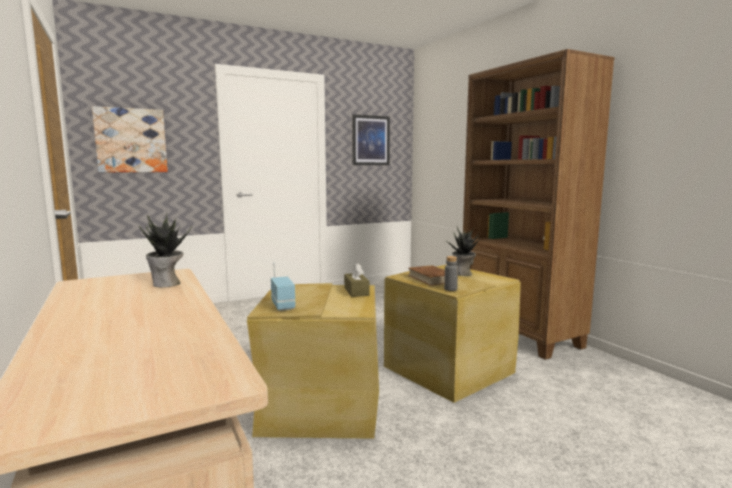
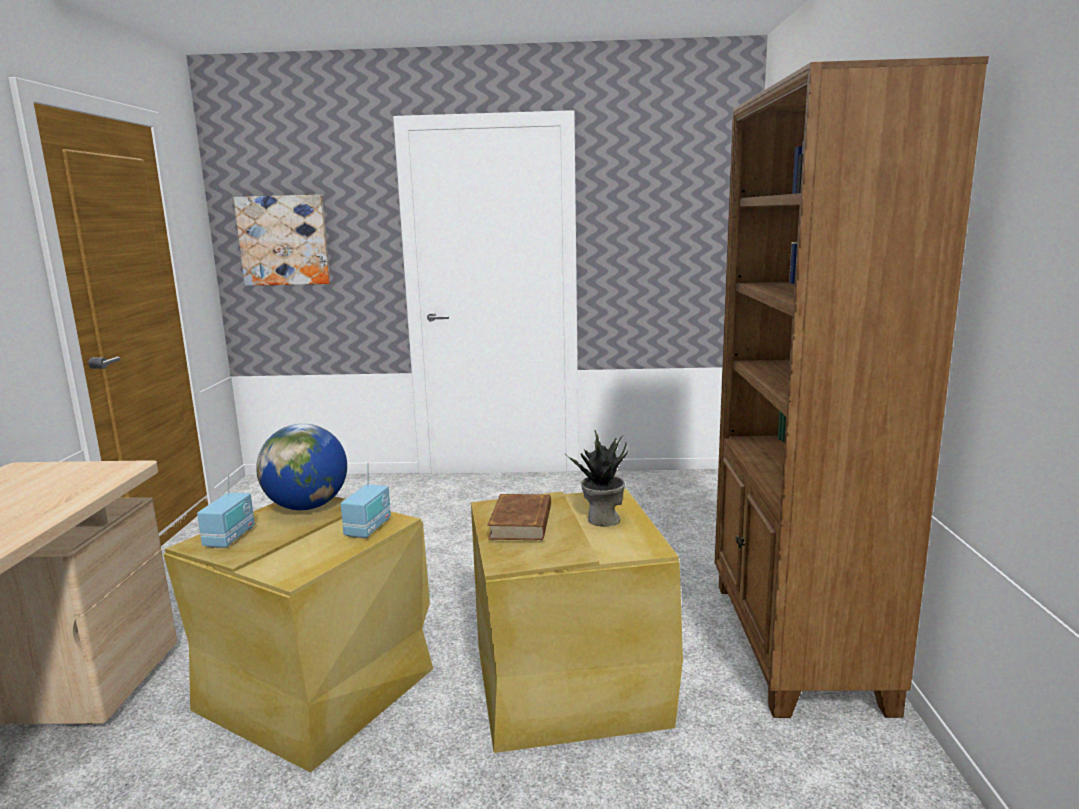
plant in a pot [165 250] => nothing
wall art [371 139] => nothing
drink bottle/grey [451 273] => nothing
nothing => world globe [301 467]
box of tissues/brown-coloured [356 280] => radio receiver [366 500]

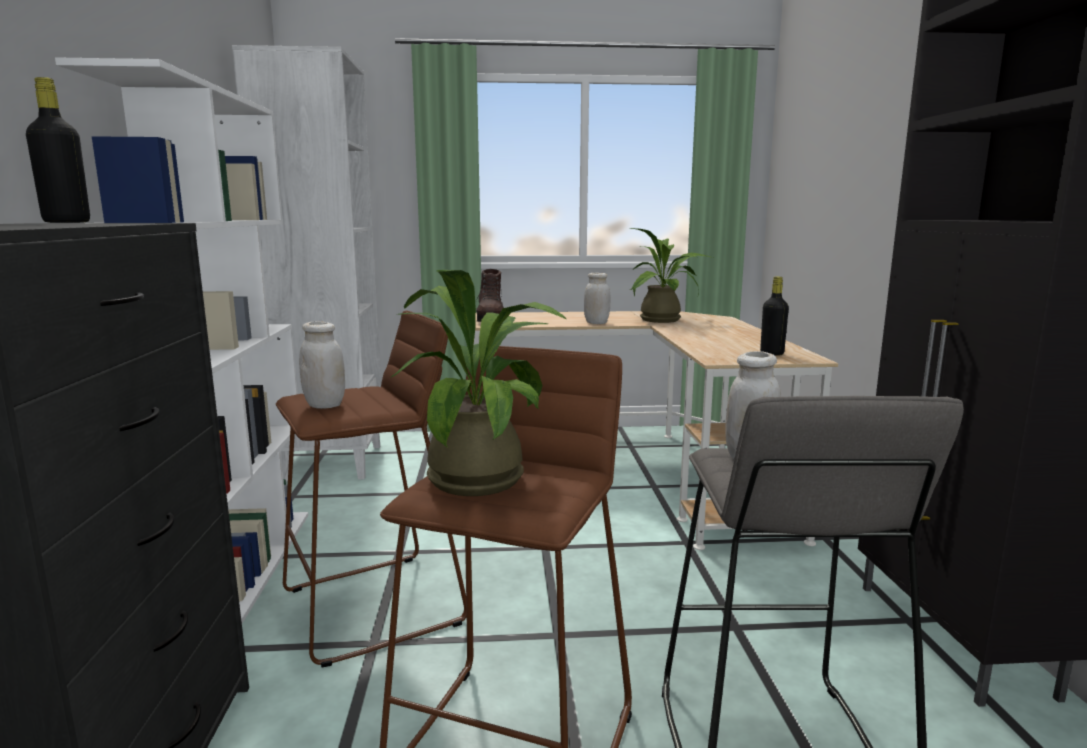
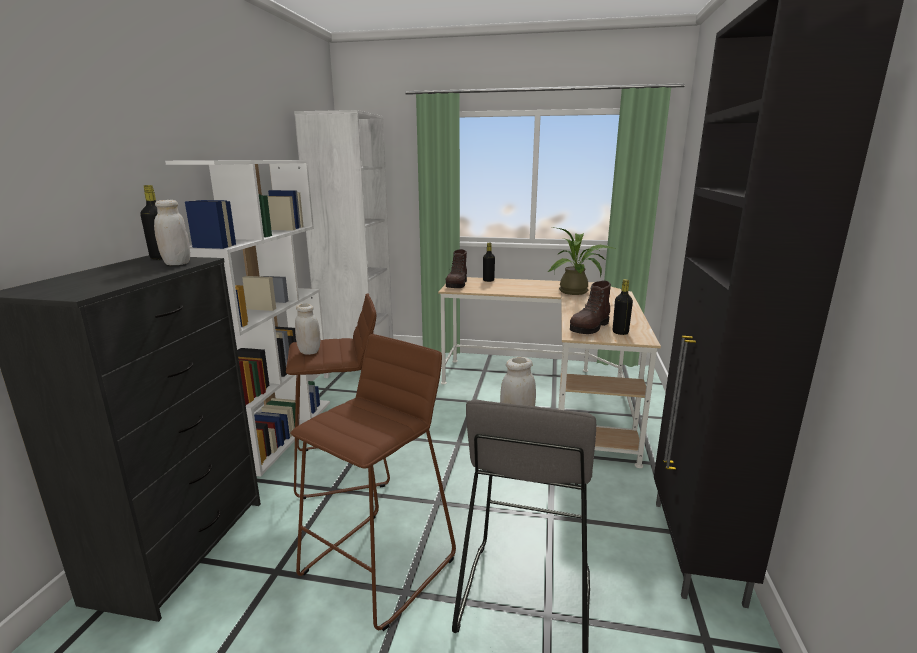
plant in a pot [479 383] => nothing
nothing => drink bottle/black-coloured [489 262]
nothing => tall boot/brown-coloured [590 307]
storage jar/white-coloured [597 298] => storage jar/white-coloured [172 232], relocated

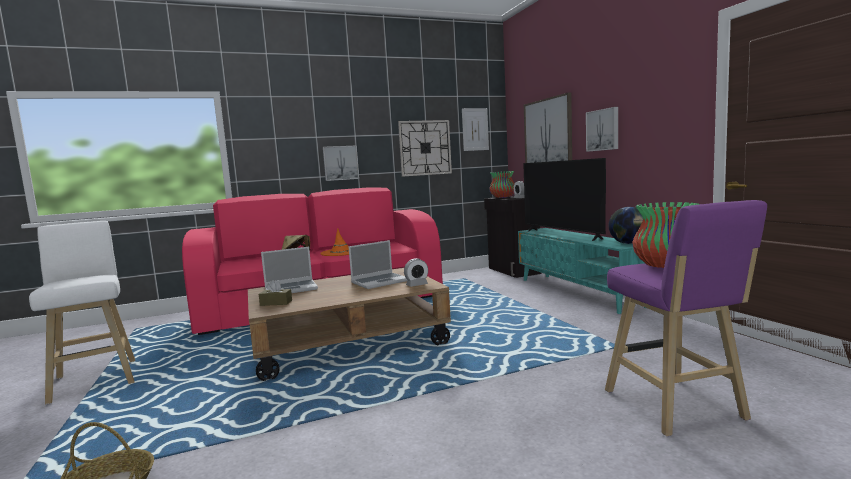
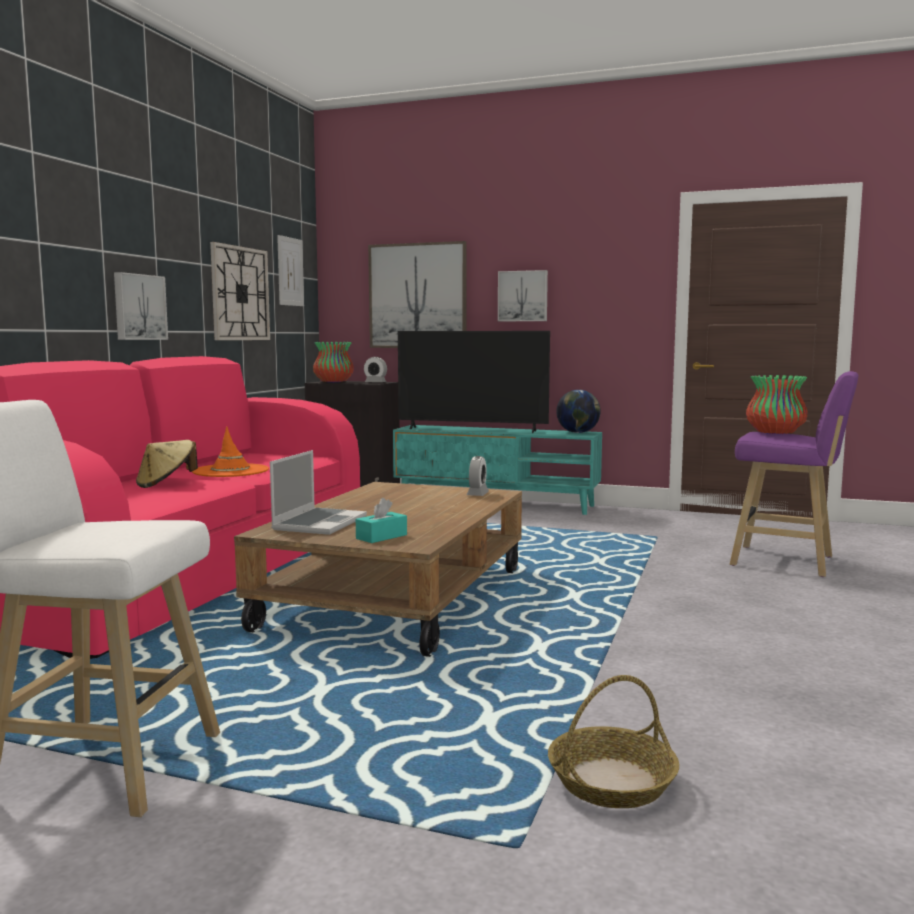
laptop [377 264] => nothing
box of tissues/brown-coloured [275 293] => box of tissues/turquoise [381 520]

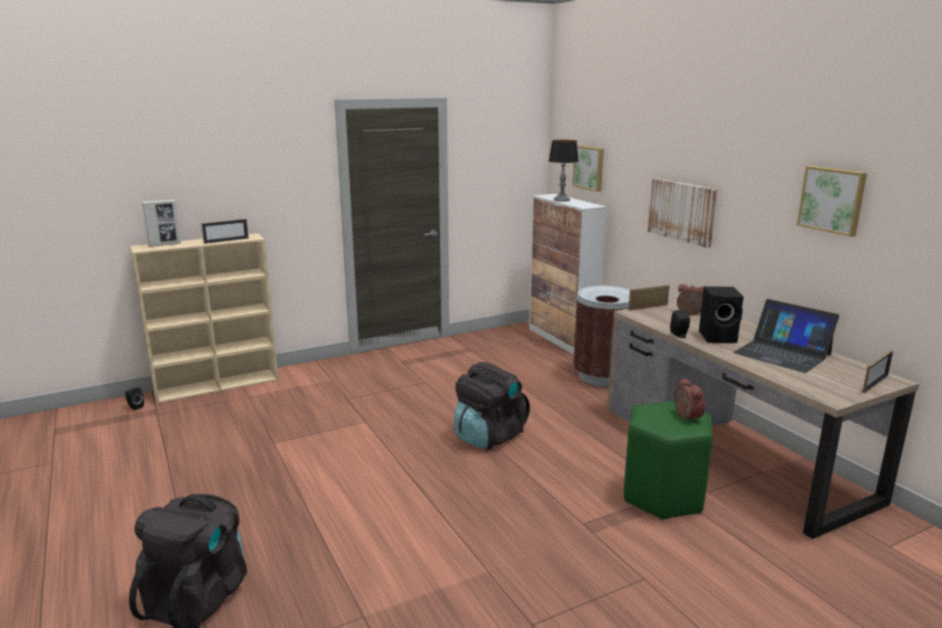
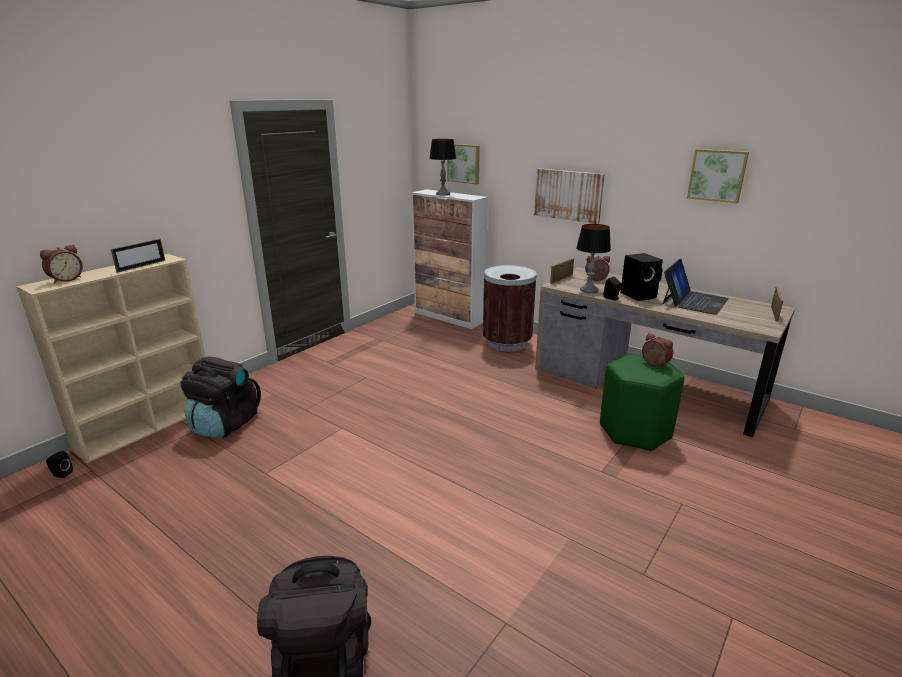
nothing => lamp for a table [593 258]
backpack/black-coloured [492 405] => backpack/black-coloured [220 397], relocated
photo frame [161 223] => bedside clock [61 264]
laptop [786 336] => laptop [696 287], 75 degrees counterclockwise

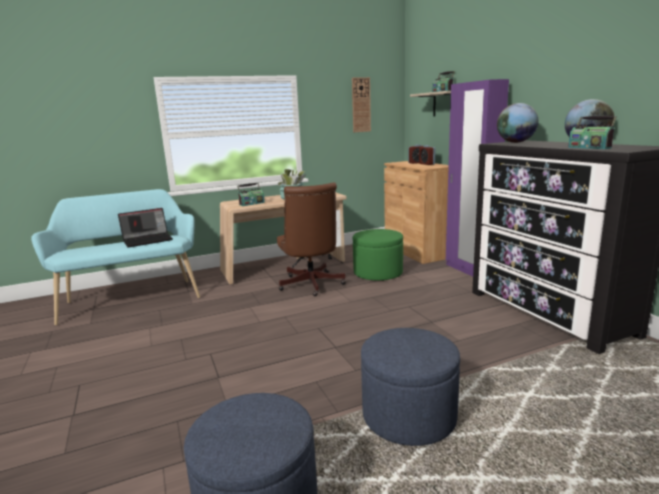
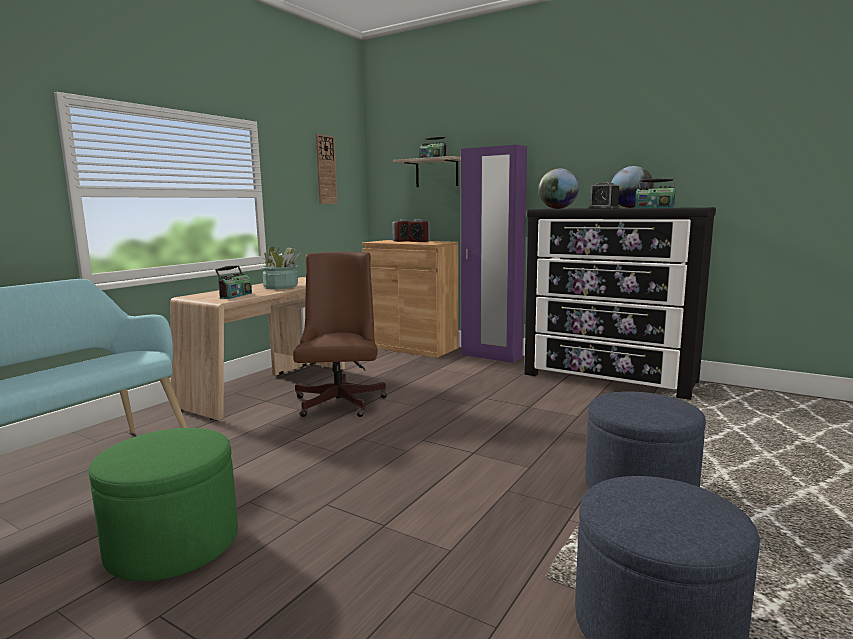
laptop [145 227] => nothing
nothing => bedside clock [603 195]
pouffe/green-coloured [378 255] => pouffe/green-coloured [163 504], relocated
computer chair/brown-coloured [311 239] => computer chair/brown-coloured [340 334], 135 degrees counterclockwise

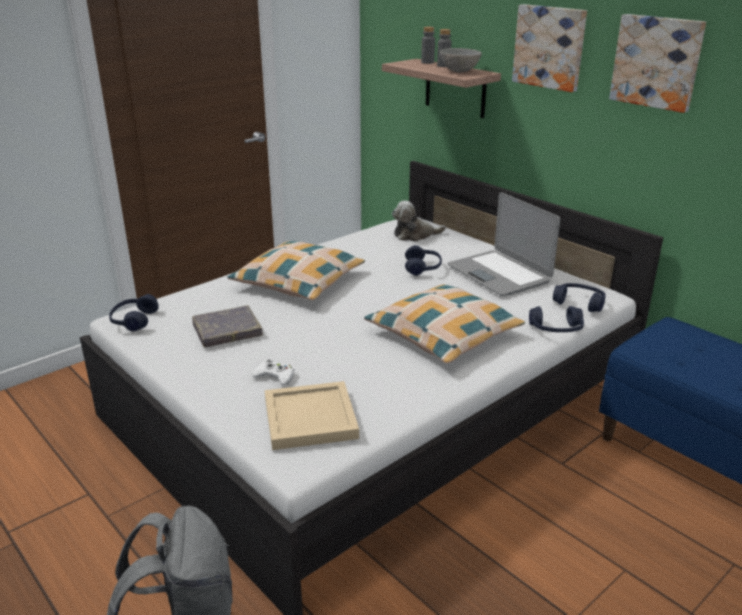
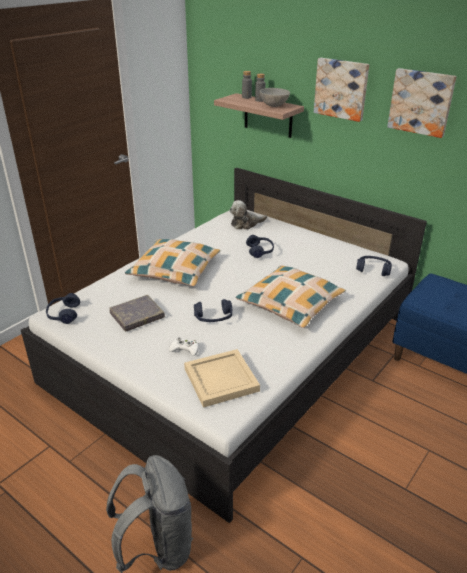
laptop [503 244] => nothing
pair of headphones/bluish [556 319] => pair of headphones/bluish [213 310], relocated

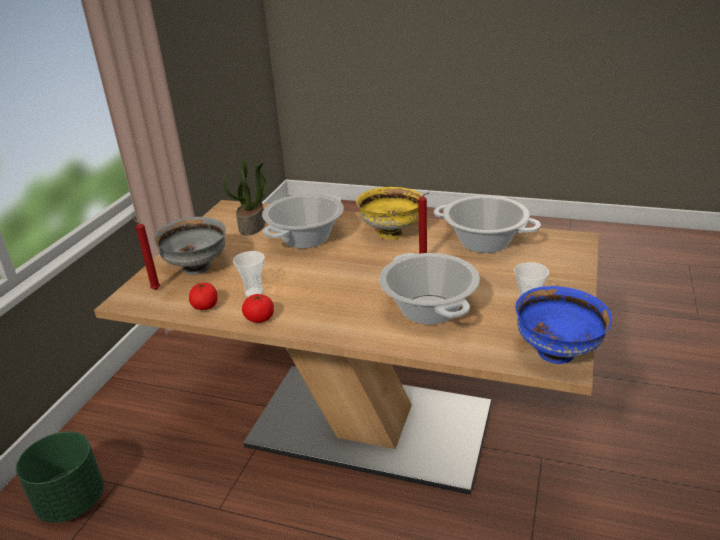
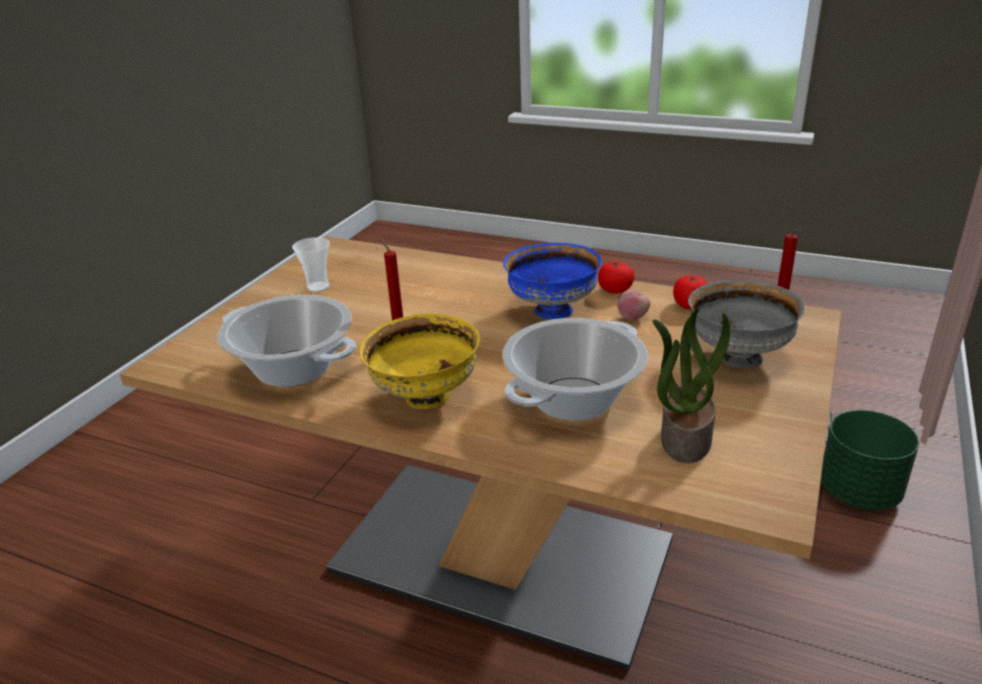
cooking pot [429 289] => nothing
serving bowl/bluish [563 325] => serving bowl/bluish [552 281], relocated
small cup [249 274] => whole apple [633 304]

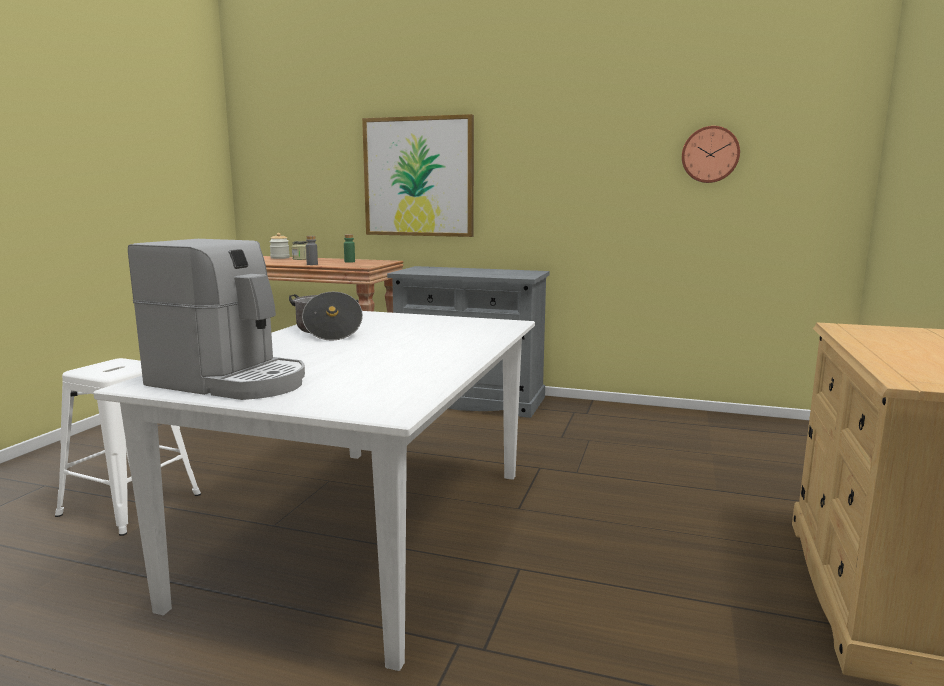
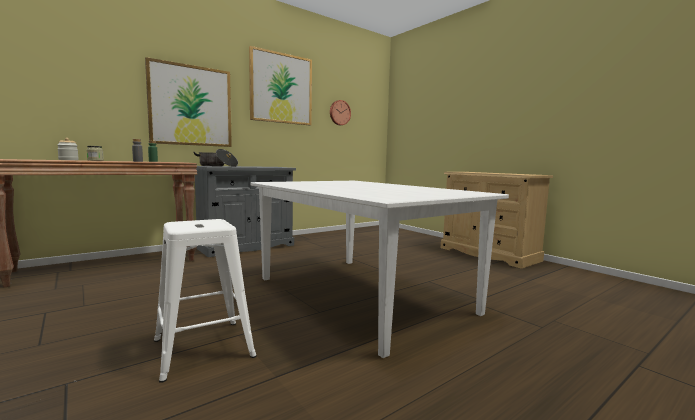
coffee maker [216 319] => nothing
nothing => wall art [280 86]
cooking pot [326 316] => cooking pot [216 158], relocated

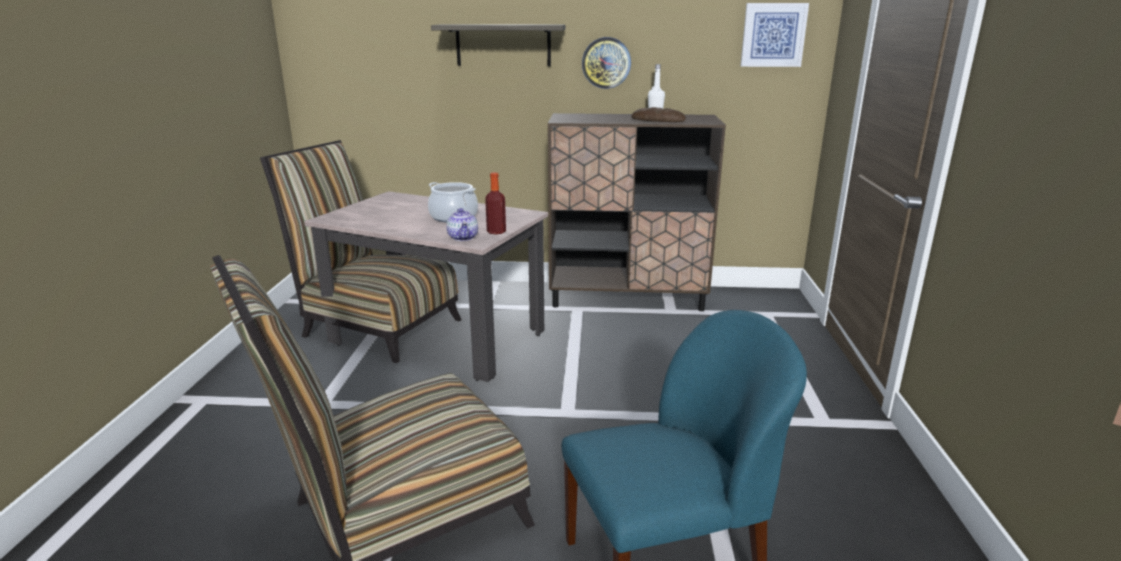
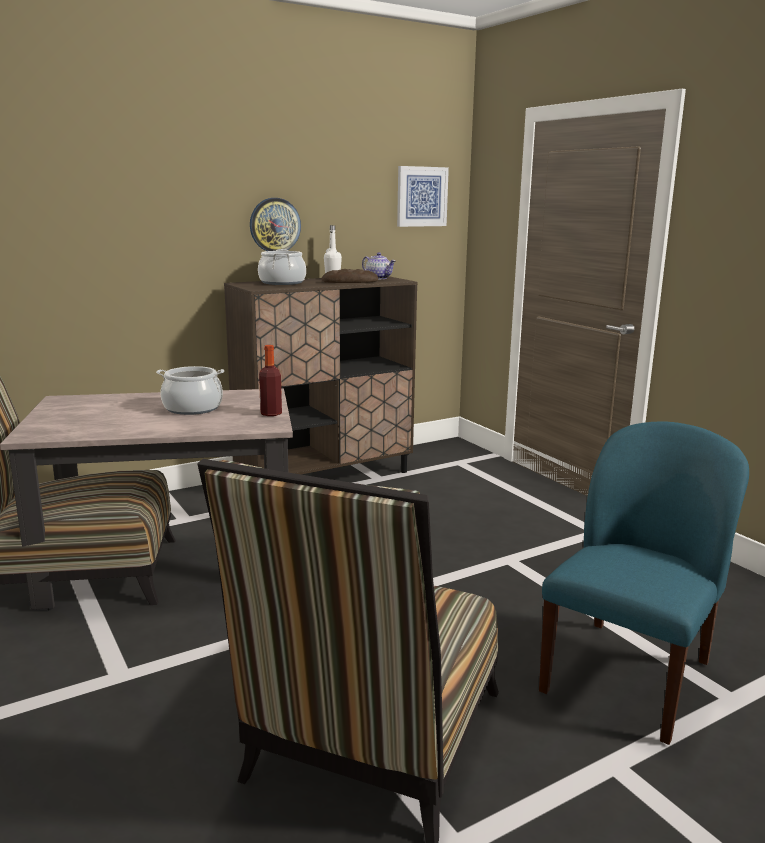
bracket shelf [498 45] => nothing
nothing => cooking pot [282 267]
pot for tea [462 224] => pot for tea [379 265], relocated

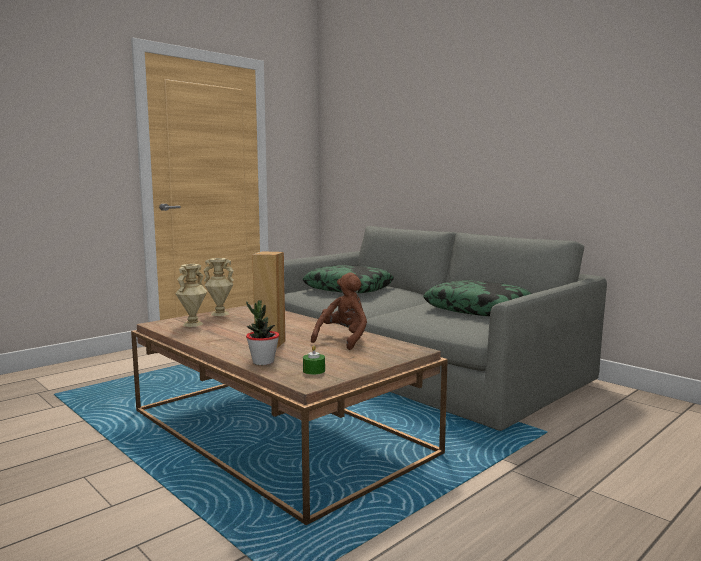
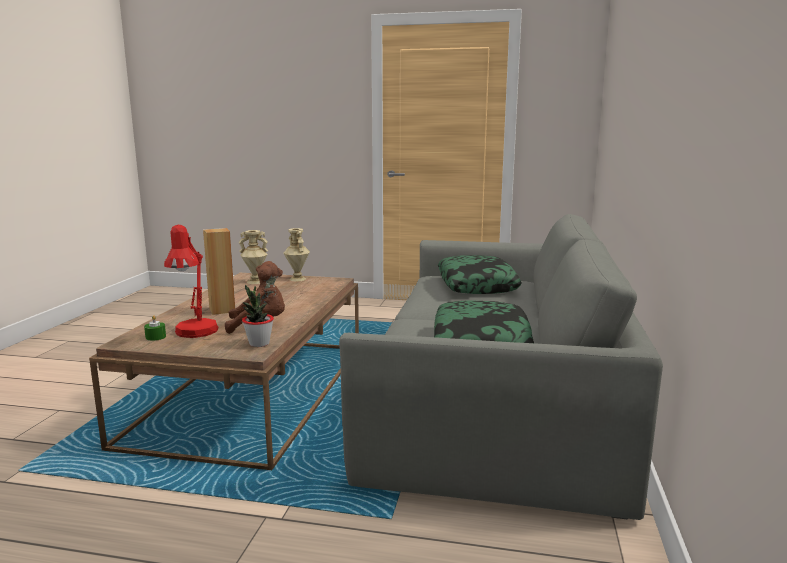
nothing => lamp for a table/reddish [191 281]
plant in a pot [262 332] => plant in a pot [258 315], relocated

